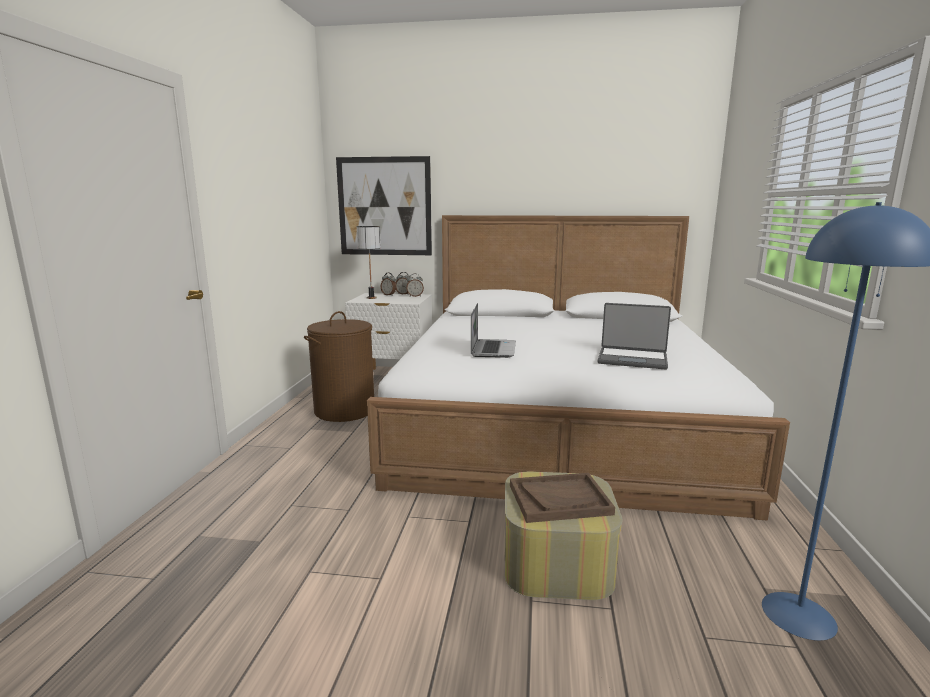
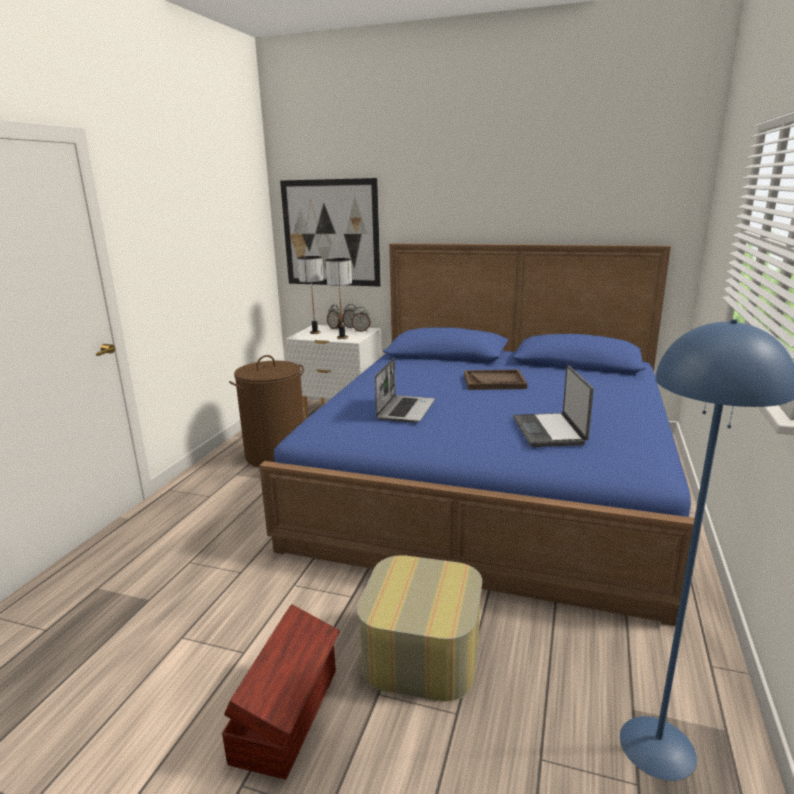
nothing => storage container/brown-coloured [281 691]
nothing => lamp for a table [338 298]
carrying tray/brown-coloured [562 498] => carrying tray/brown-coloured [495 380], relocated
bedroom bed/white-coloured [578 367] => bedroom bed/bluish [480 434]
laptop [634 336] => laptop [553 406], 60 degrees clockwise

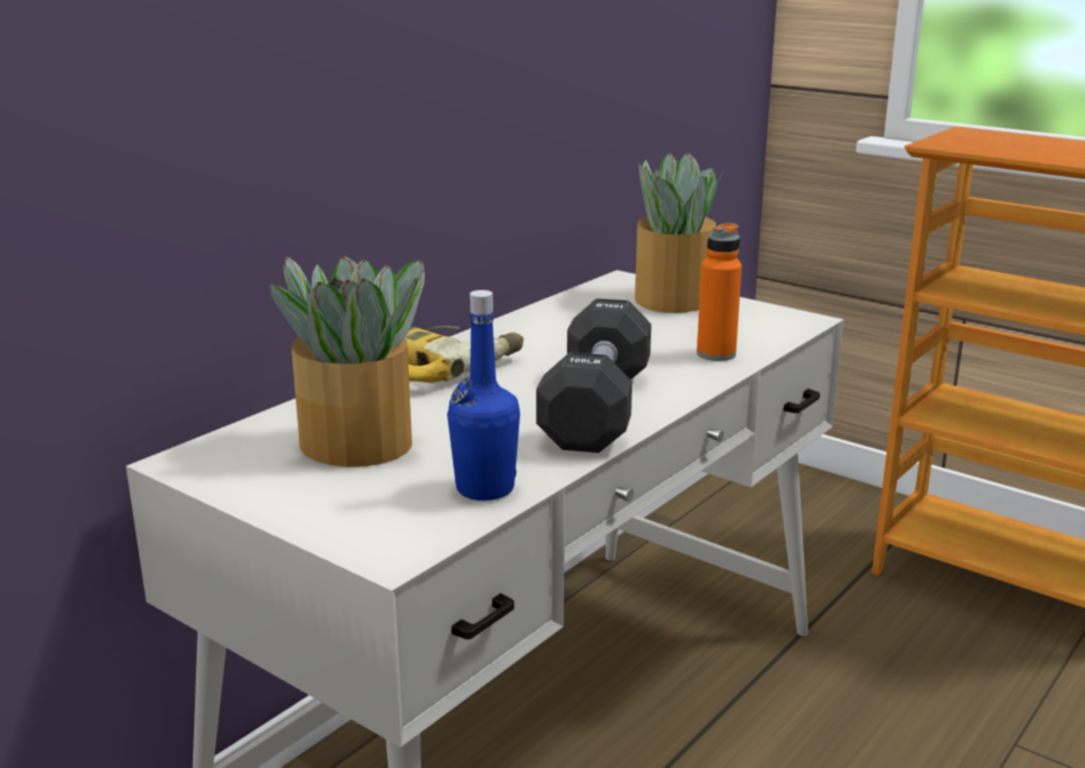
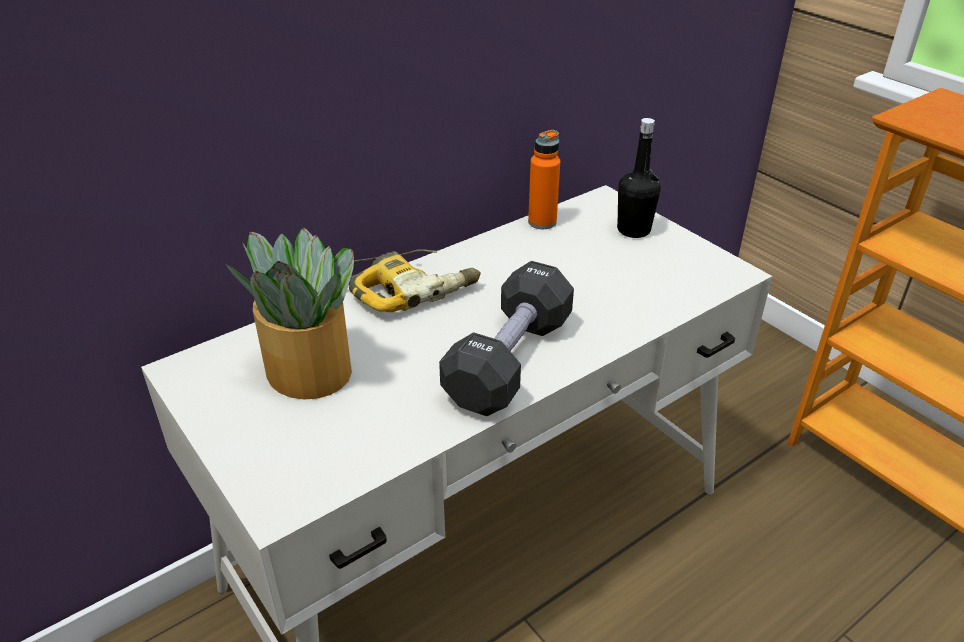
drink bottle/bluish [483 395] => nothing
drink bottle/orangey [719 292] => drink bottle/orangey [544 179], relocated
plant in a pot [679 233] => drink bottle/black-coloured [639 178]

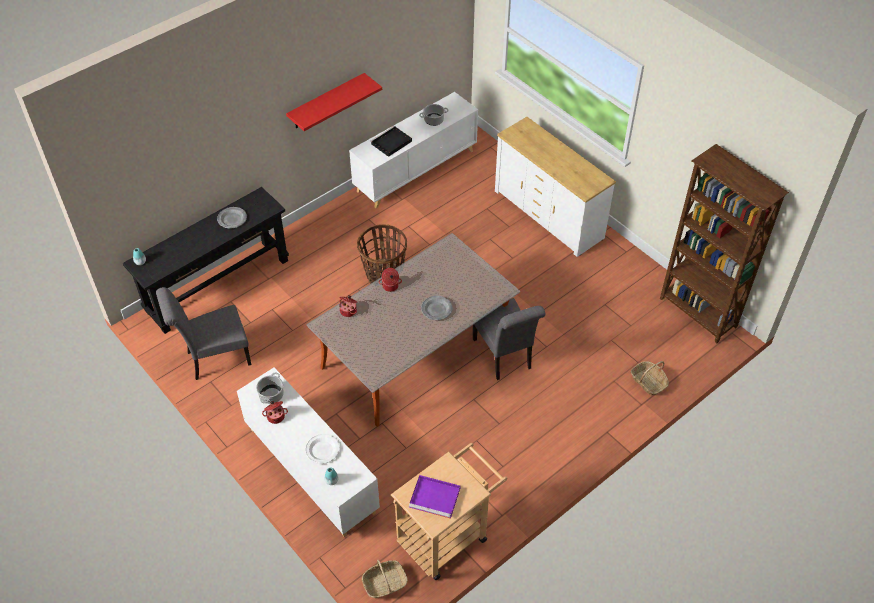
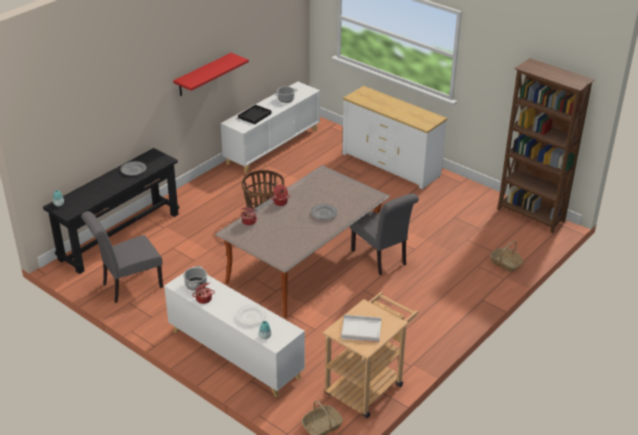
carrying tray/purplish [434 497] => carrying tray/white-coloured [361 328]

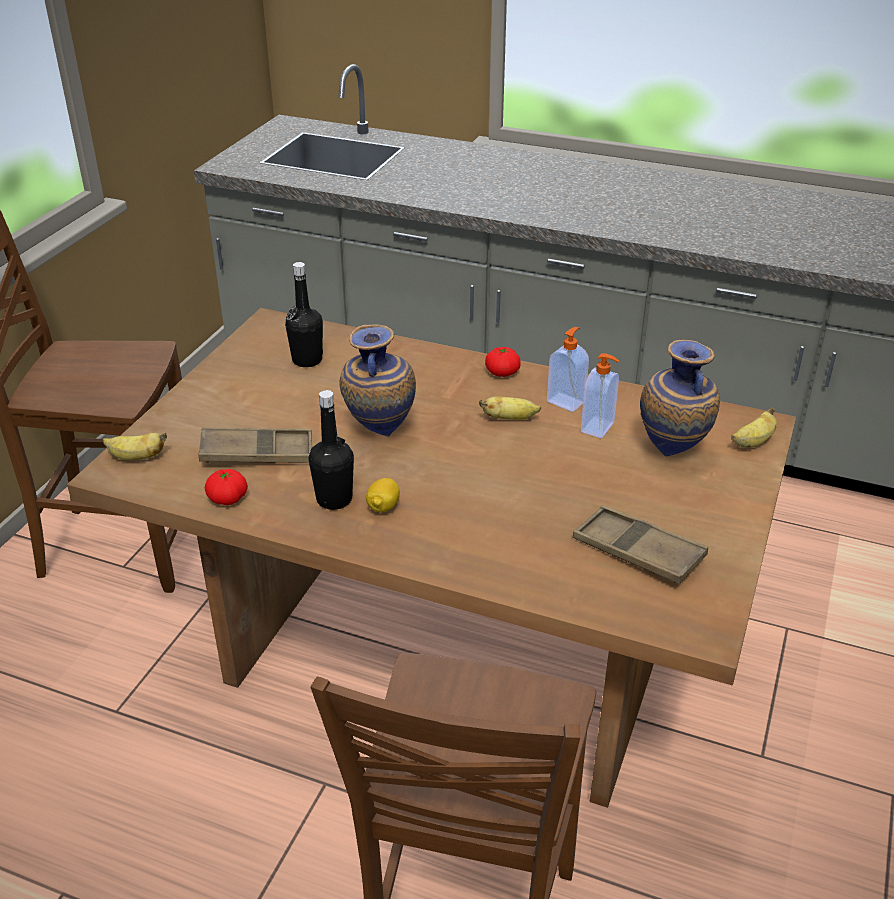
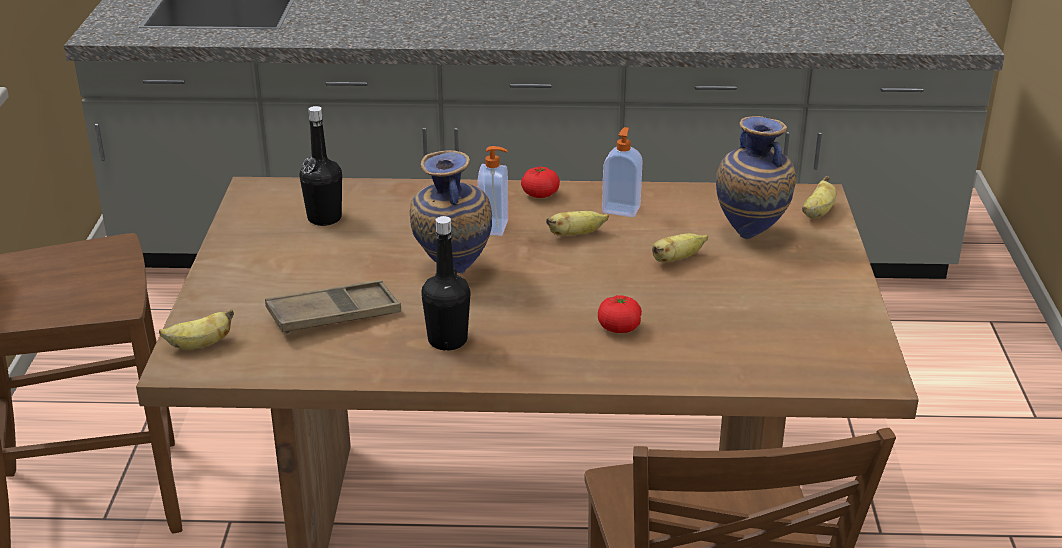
lemon [383 495] => nothing
carrying tray/brown-coloured [640 544] => nothing
nothing => banana [680 247]
whole tomato [226 487] => whole tomato [620 314], relocated
liquid soap bottle [600 395] => liquid soap bottle [492 191], relocated

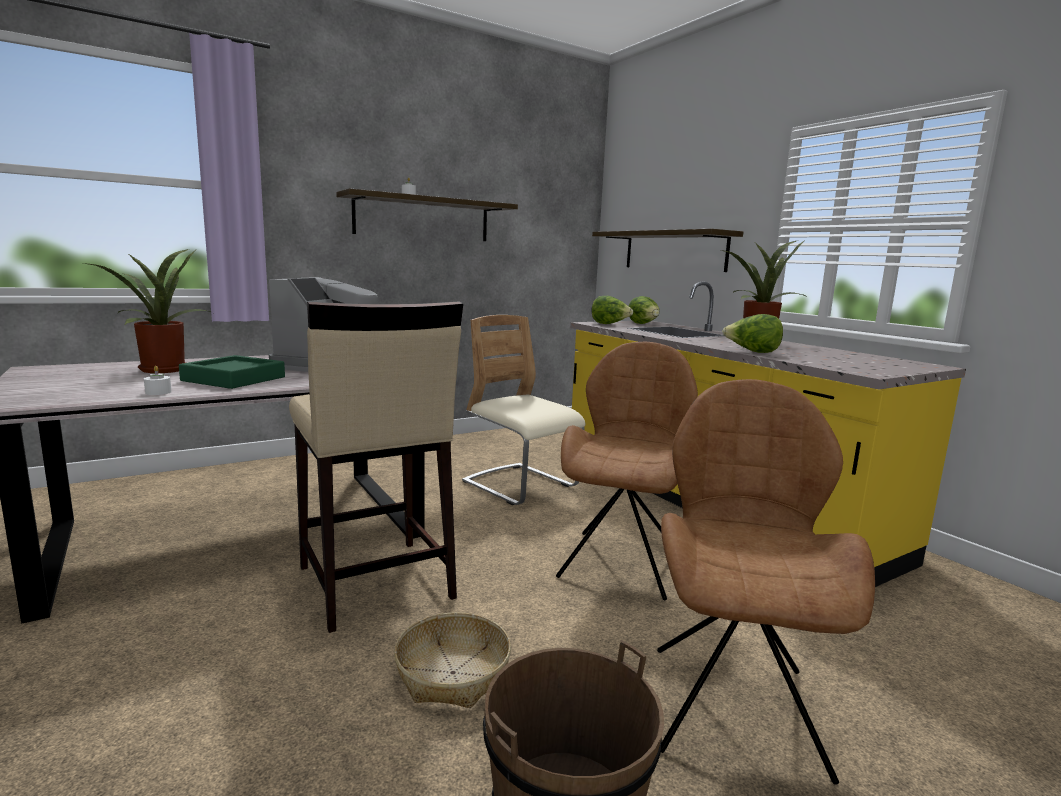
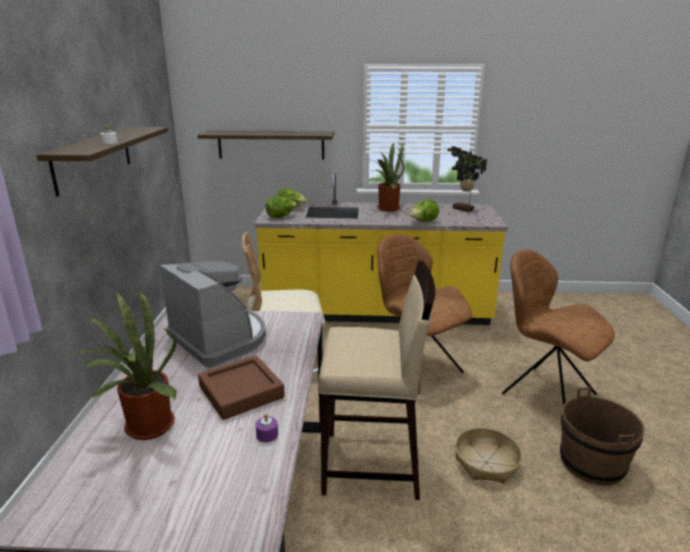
nothing => plant in a pot [467 179]
wax candle/white-coloured [158 380] => wax candle/purplish [267 428]
carrying tray/green-coloured [232 372] => carrying tray/brown-coloured [241 388]

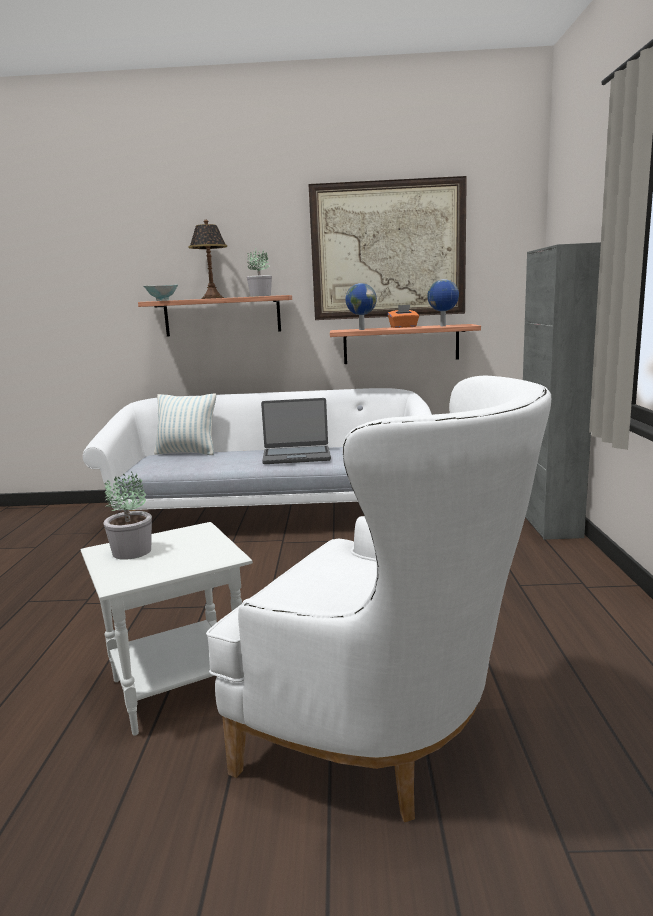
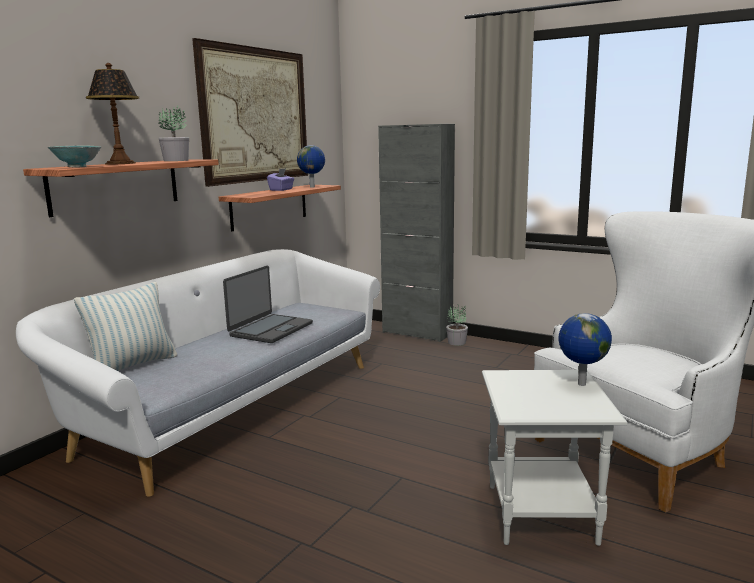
plant in a pot [127 516] => plant in a pot [457 325], relocated
world globe [361 306] => world globe [585 349], relocated
box of tissues/orangey [403 316] => box of tissues/purplish [280 179]

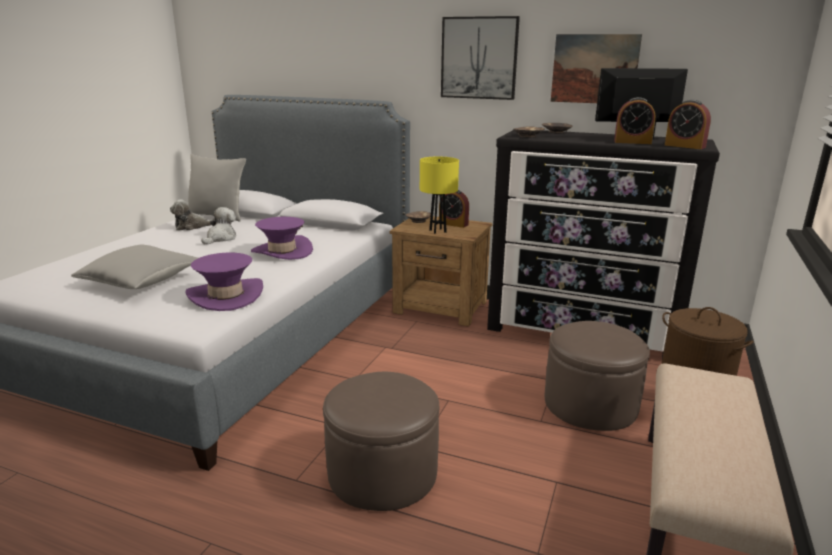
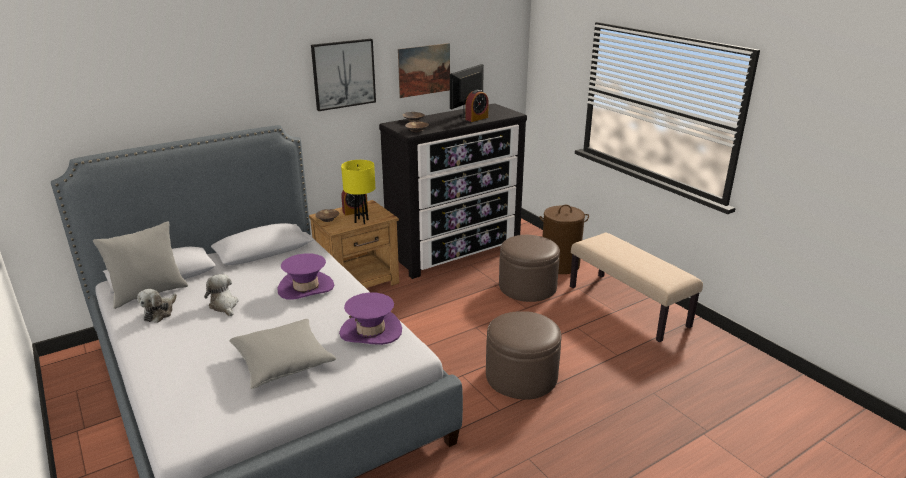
bedside clock [688 124] => nothing

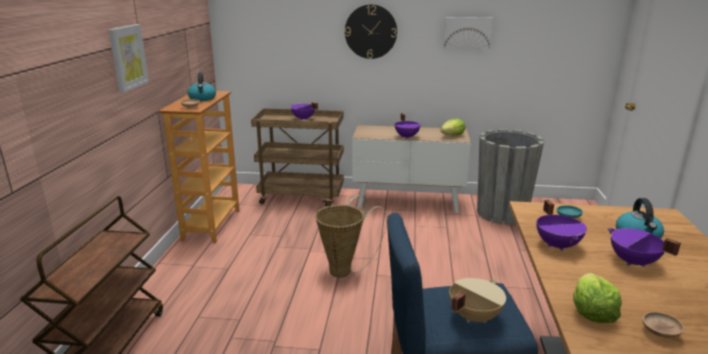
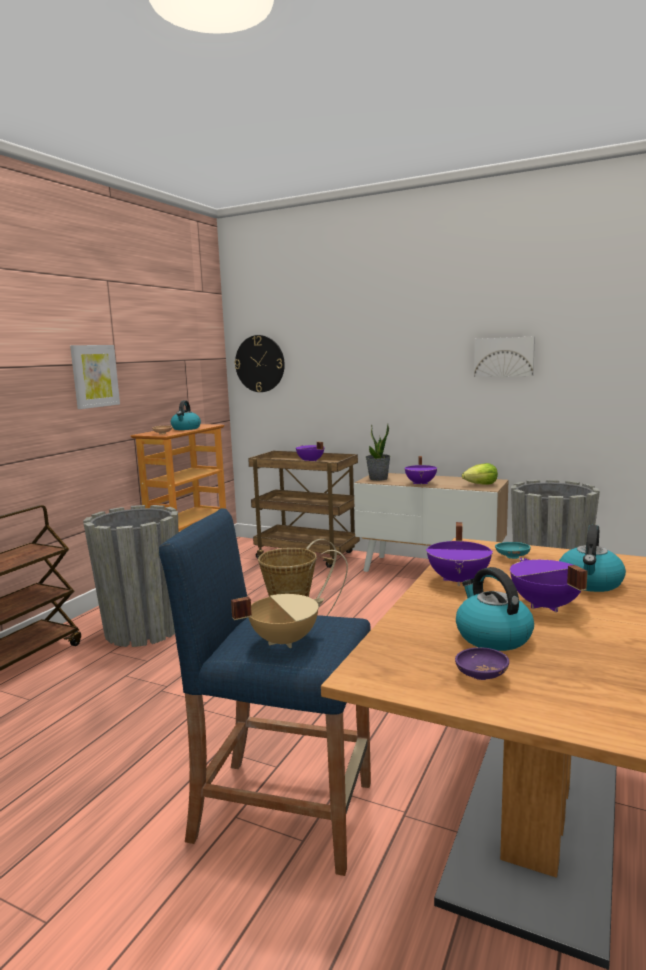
lettuce head [597 298] => nothing
nothing => flower pot/grey [130 576]
nothing => plant in a pot [378 452]
nothing => kettle [495 609]
wall clock [371 31] => wall clock [259 363], relocated
serving bowl/brown-coloured [663 325] => serving bowl/purplish [482 663]

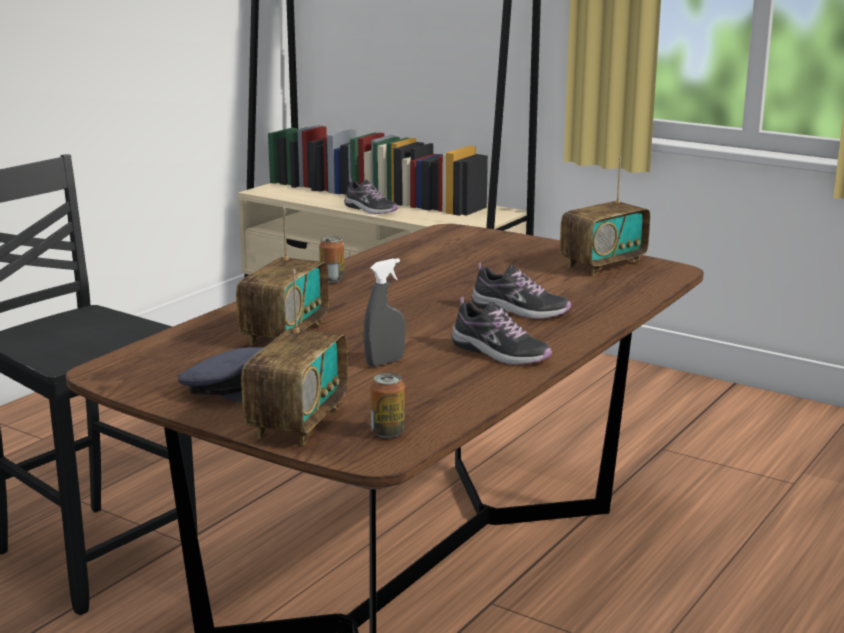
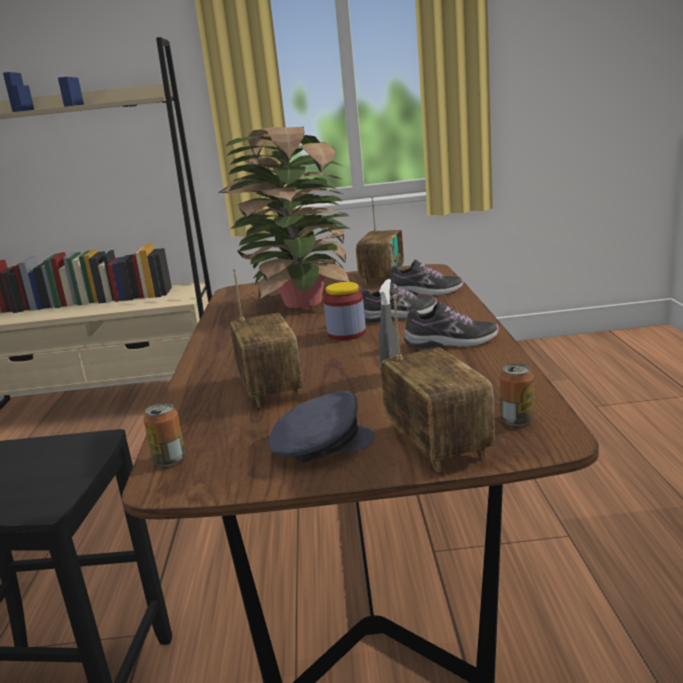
nothing => plant in a pot [284 217]
nothing => storage jar [344 311]
can [331 259] => can [164 434], relocated
item of footwear [371 196] => item of footwear [426 278], relocated

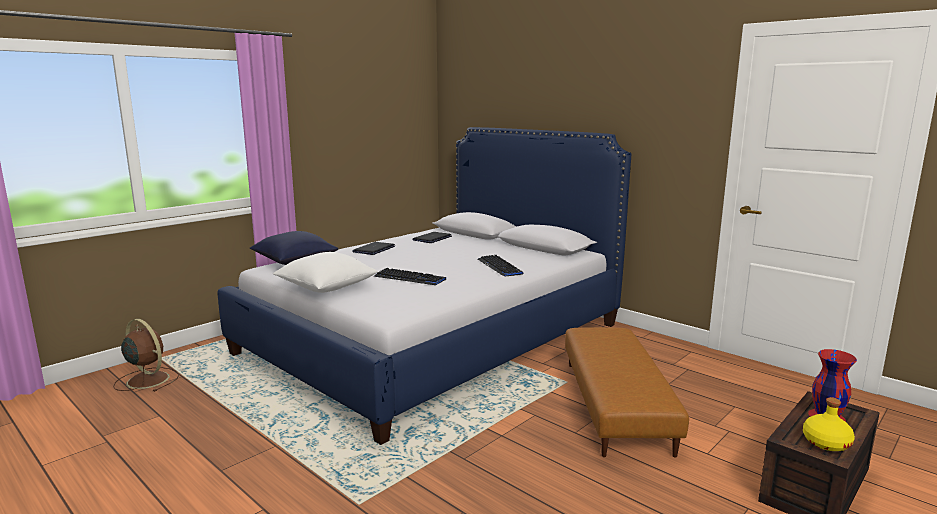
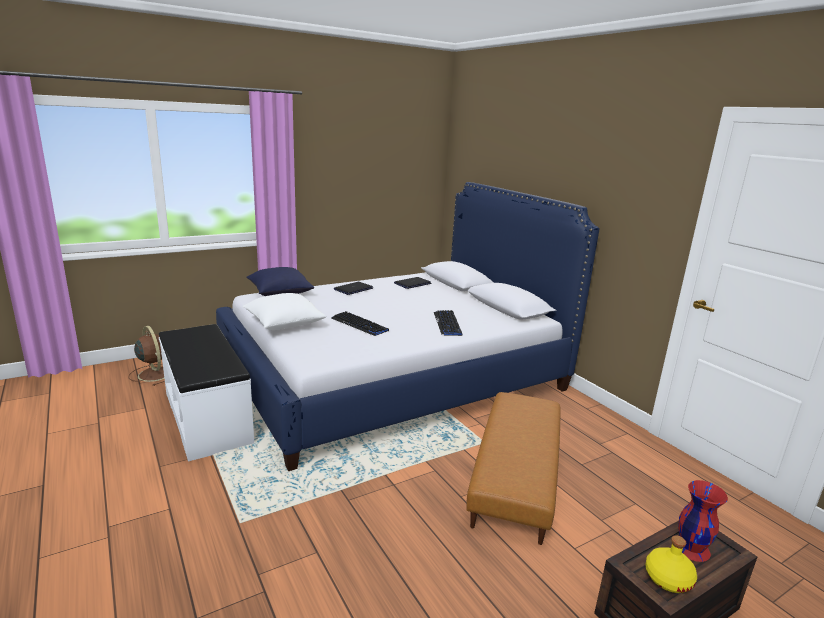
nothing => bench/white-coloured [206 392]

